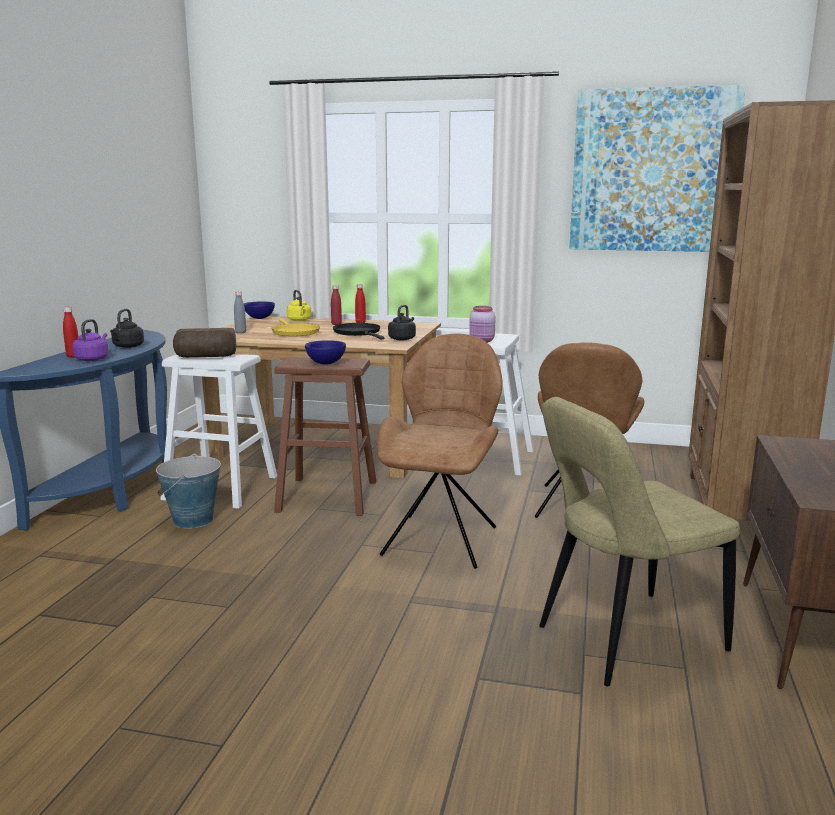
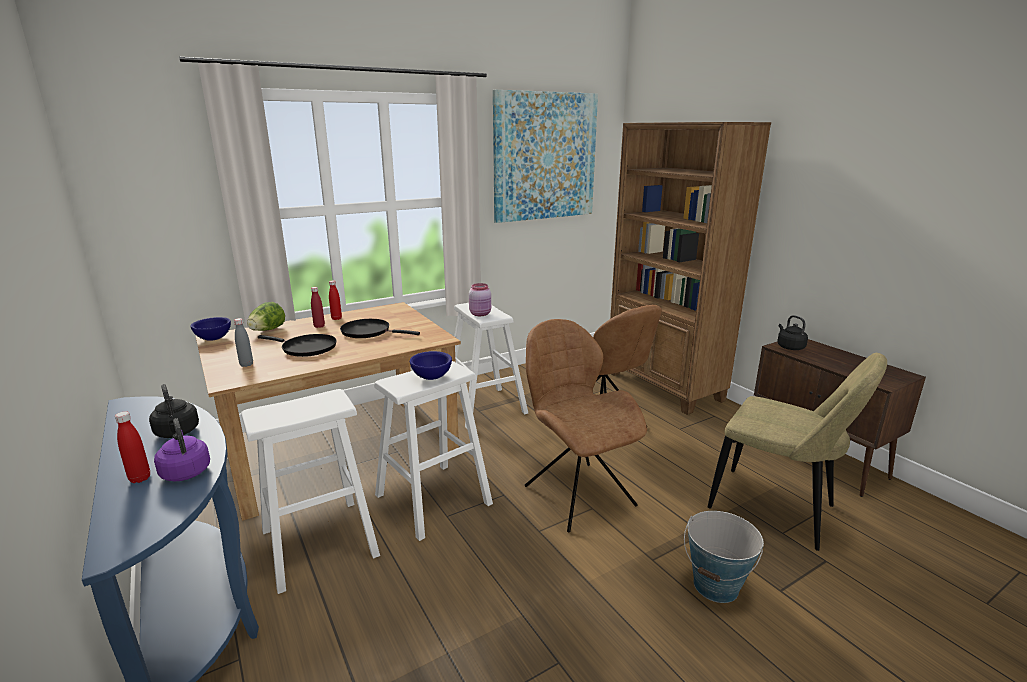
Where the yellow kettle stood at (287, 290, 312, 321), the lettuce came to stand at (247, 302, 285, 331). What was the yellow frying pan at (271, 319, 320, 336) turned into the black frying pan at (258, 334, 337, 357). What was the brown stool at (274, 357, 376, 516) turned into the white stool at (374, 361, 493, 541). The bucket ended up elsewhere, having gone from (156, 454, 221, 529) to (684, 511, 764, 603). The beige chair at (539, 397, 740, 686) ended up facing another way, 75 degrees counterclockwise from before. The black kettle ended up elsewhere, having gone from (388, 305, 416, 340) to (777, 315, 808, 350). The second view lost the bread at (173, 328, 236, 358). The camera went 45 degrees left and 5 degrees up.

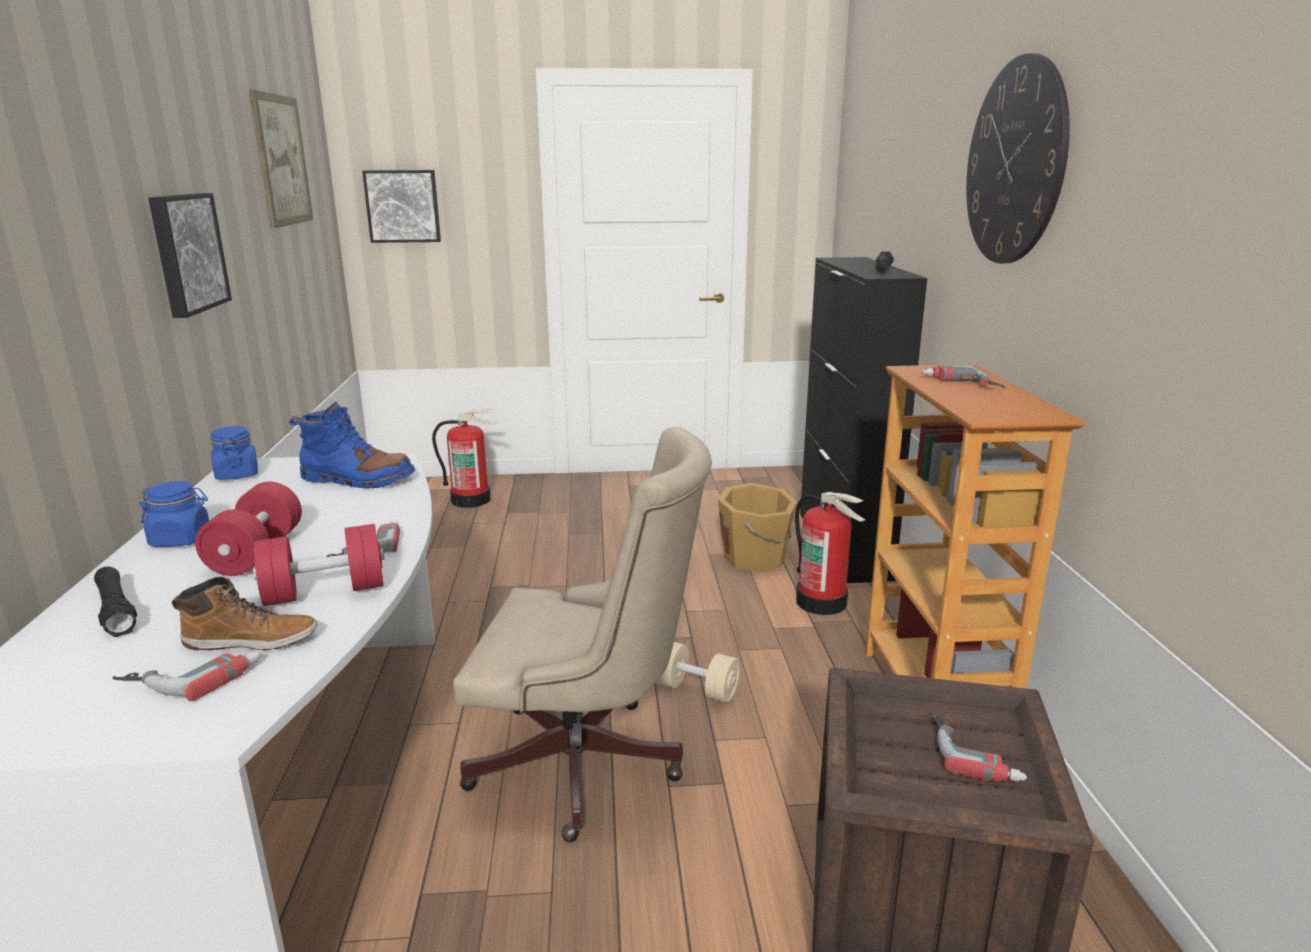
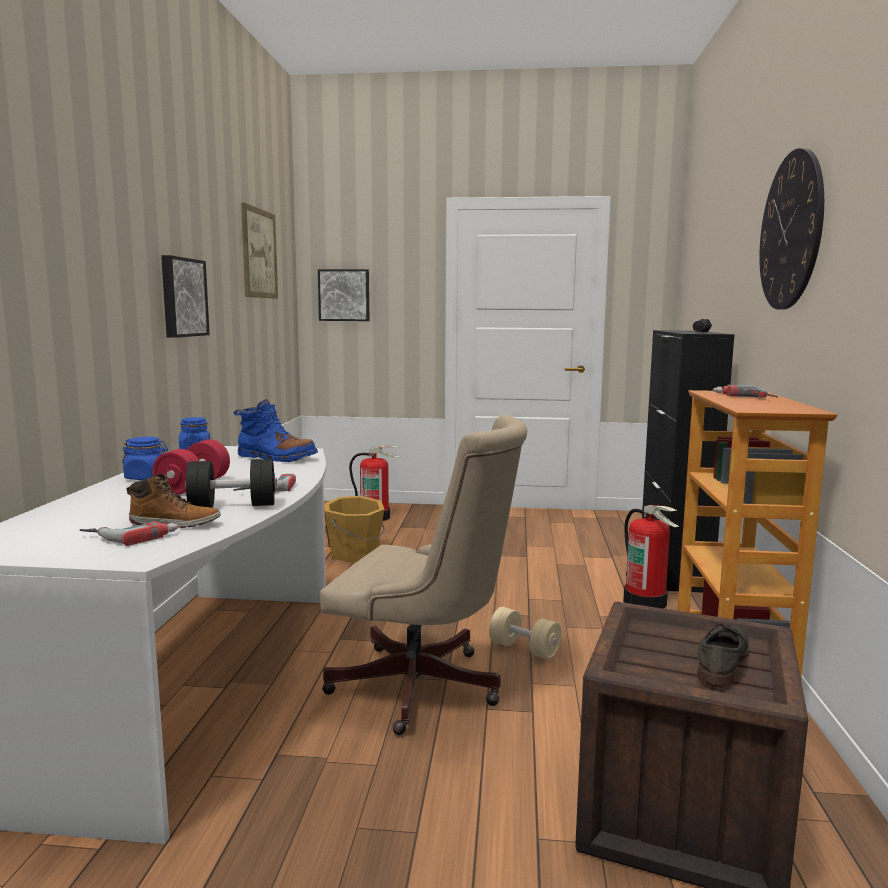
What was the red dumbbell at (253, 524, 384, 606) turned into the black dumbbell at (185, 459, 277, 508). The orange bucket ended up elsewhere, having gone from (718, 483, 797, 572) to (324, 496, 384, 562). Where the power drill stood at (929, 711, 1027, 782), the grey shoe came to stand at (697, 622, 749, 688). The second view lost the black flashlight at (94, 566, 137, 637). The camera went 10 degrees right and 10 degrees down.

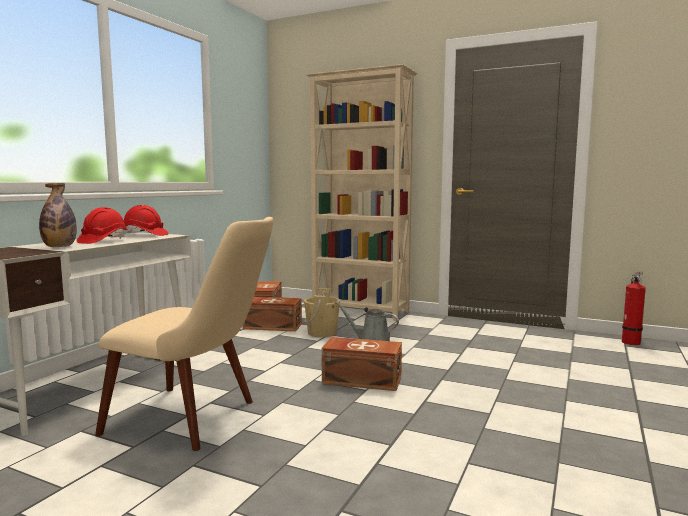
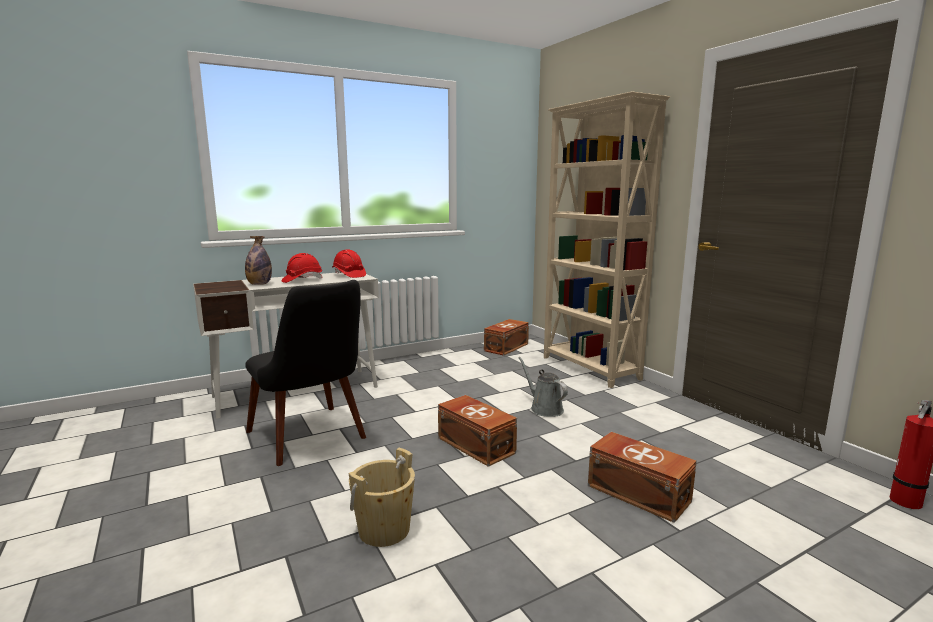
What was the beige chair at (95, 217, 273, 451) turned into the black chair at (245, 280, 366, 466). The beige bucket ended up elsewhere, having gone from (304, 288, 340, 337) to (348, 447, 415, 547). The brown storage box ended up elsewhere, having gone from (242, 297, 302, 331) to (588, 432, 697, 523). The camera went 35 degrees right and 5 degrees up.

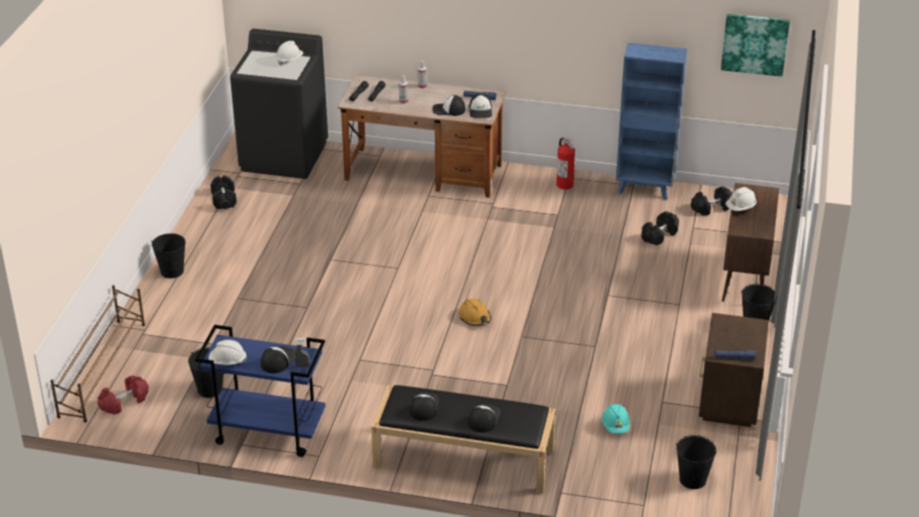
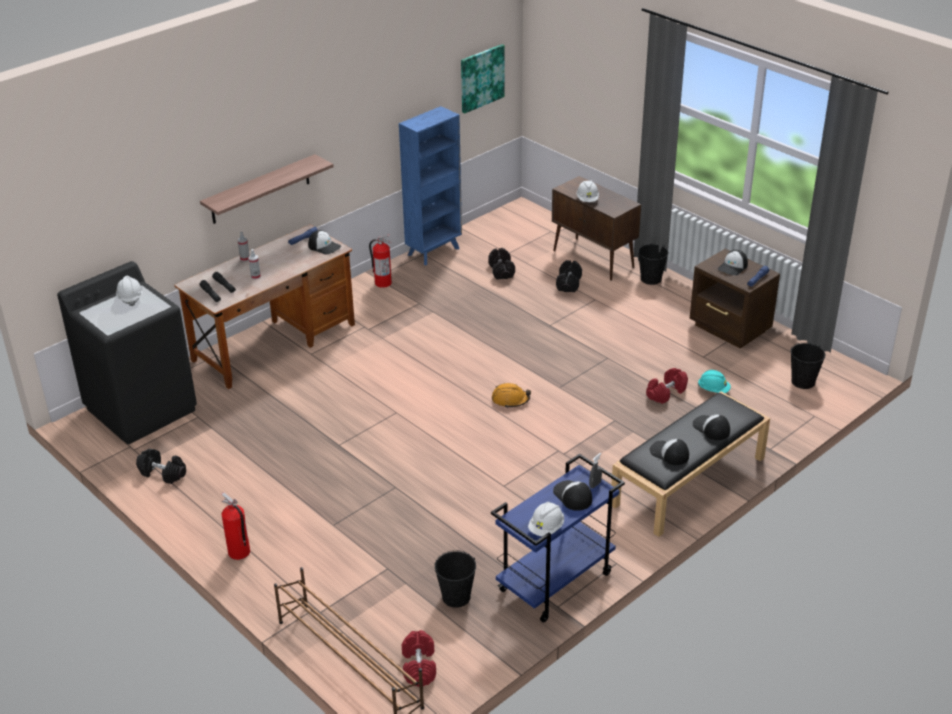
The second view gained the shelf at (200, 154, 334, 224). Where the black bucket stood at (151, 233, 185, 278), the fire extinguisher came to stand at (221, 492, 250, 560). The black dumbbell ended up elsewhere, having gone from (691, 186, 733, 216) to (556, 260, 582, 292). The second view gained the red dumbbell at (646, 368, 688, 404). The cap ended up elsewhere, having gone from (432, 95, 465, 116) to (718, 250, 748, 275). The camera went 55 degrees left and 0 degrees up.

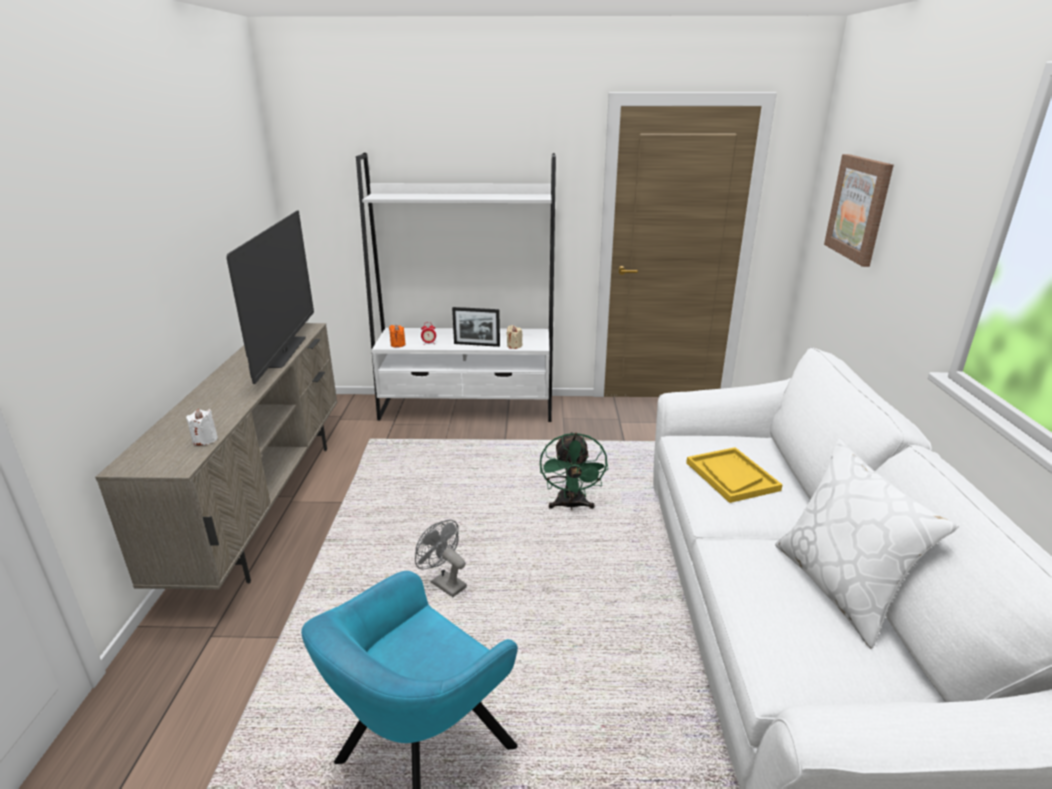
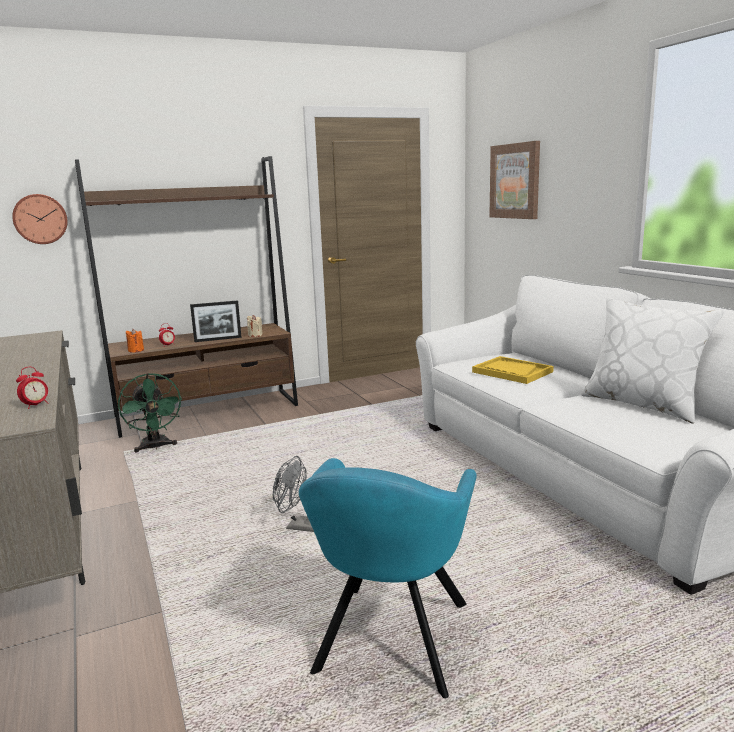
The second view gained the wall clock at (12, 194, 68, 244). Where the white candle stood at (186, 409, 218, 445), the alarm clock came to stand at (16, 367, 49, 409). What was the white bookcase at (356, 153, 556, 422) turned into the brown bookcase at (75, 156, 298, 438). The green fan ended up elsewhere, having gone from (540, 432, 608, 511) to (118, 373, 182, 452). The second view lost the television at (226, 211, 314, 384). The camera went 25 degrees left and 10 degrees down.

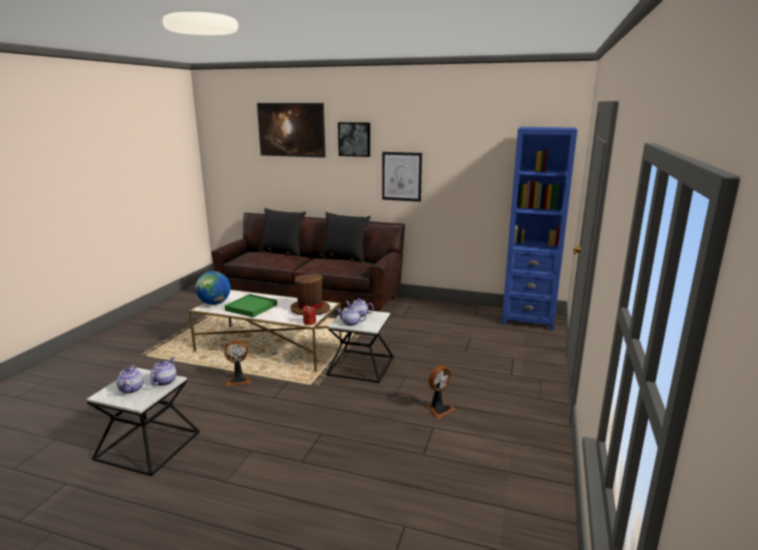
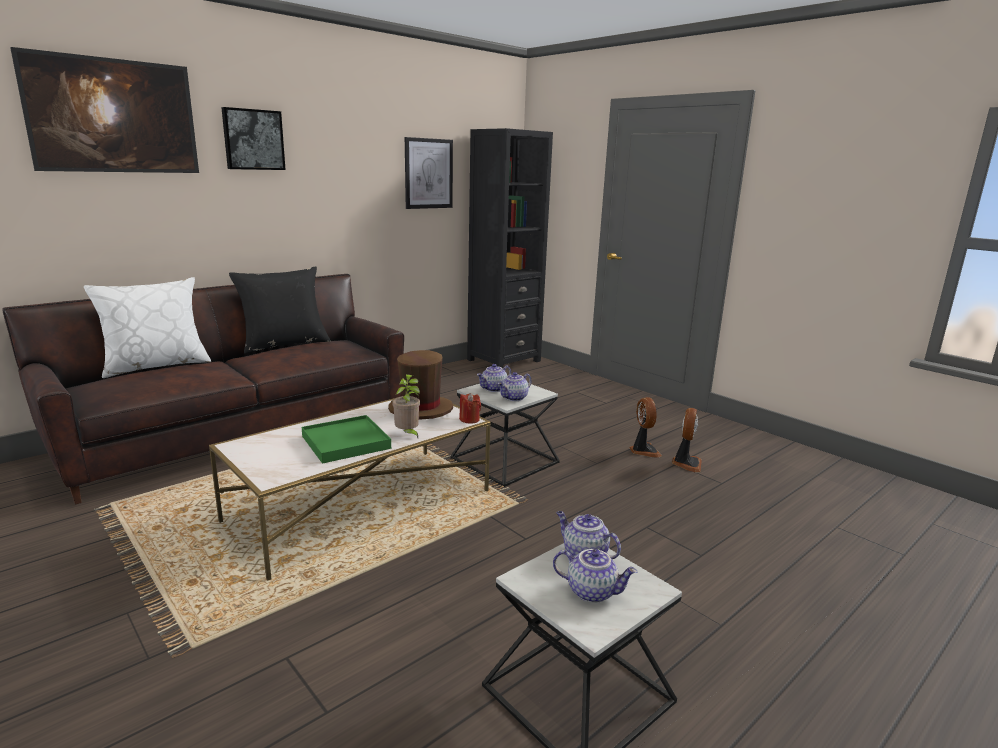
What was the black pillow at (258, 208, 306, 257) turned into the white pillow at (84, 277, 211, 378). The second view gained the potted plant at (392, 374, 420, 438). The picture ended up elsewhere, having gone from (382, 152, 422, 202) to (405, 137, 453, 209). What was the blue bookcase at (502, 127, 577, 330) turned into the black bookcase at (467, 128, 553, 368). The fan ended up elsewhere, having gone from (224, 340, 251, 386) to (672, 408, 702, 473). The second view lost the globe at (195, 271, 231, 305). The camera went 60 degrees left and 0 degrees up.

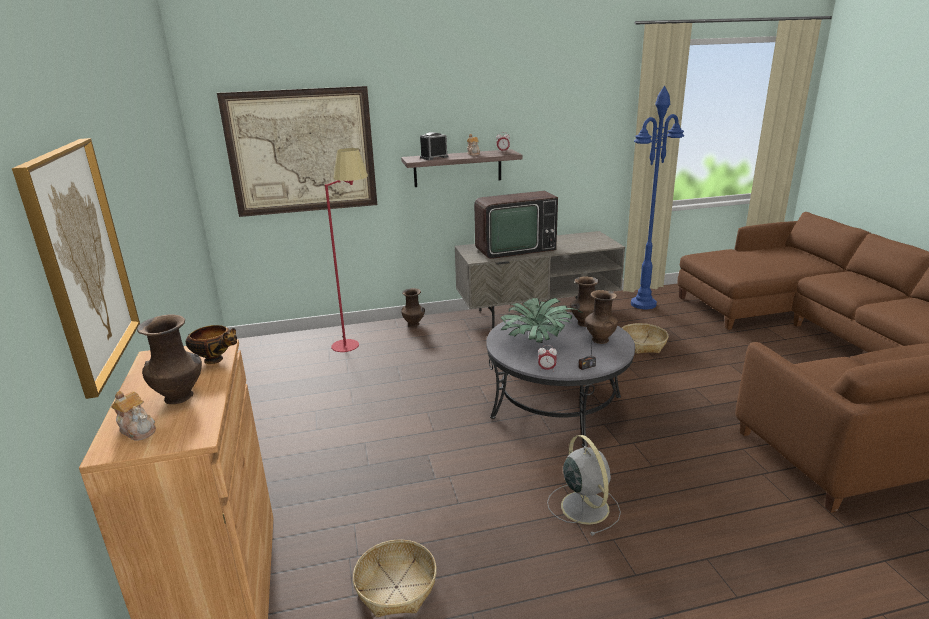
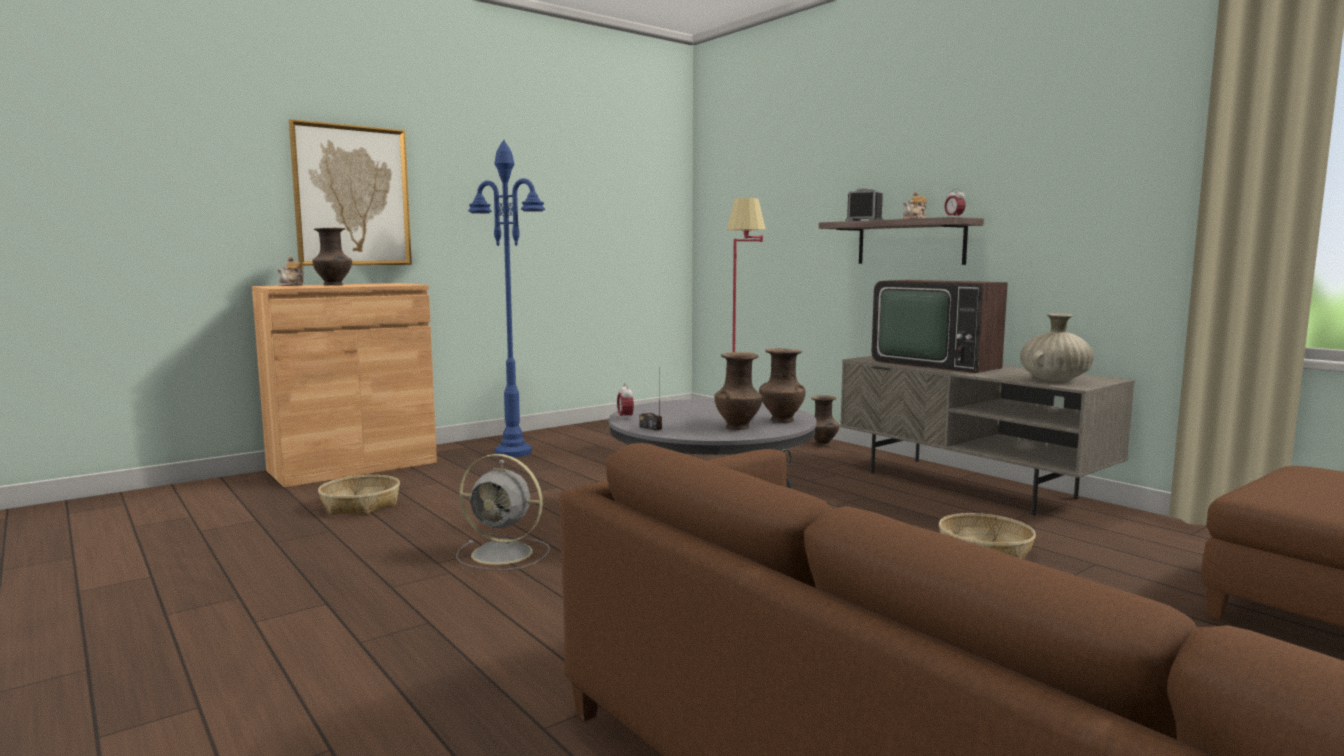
The grey fan at (547, 435, 621, 536) ended up facing another way, 60 degrees clockwise from before. The blue floor lamp ended up elsewhere, having gone from (631, 86, 684, 309) to (468, 140, 545, 457). The second view gained the beige vase at (1020, 313, 1094, 382). The second view lost the bowl at (186, 325, 237, 364). The second view lost the picture at (217, 86, 377, 217). The second view lost the potted plant at (501, 298, 583, 343). The camera went 65 degrees right and 15 degrees down.

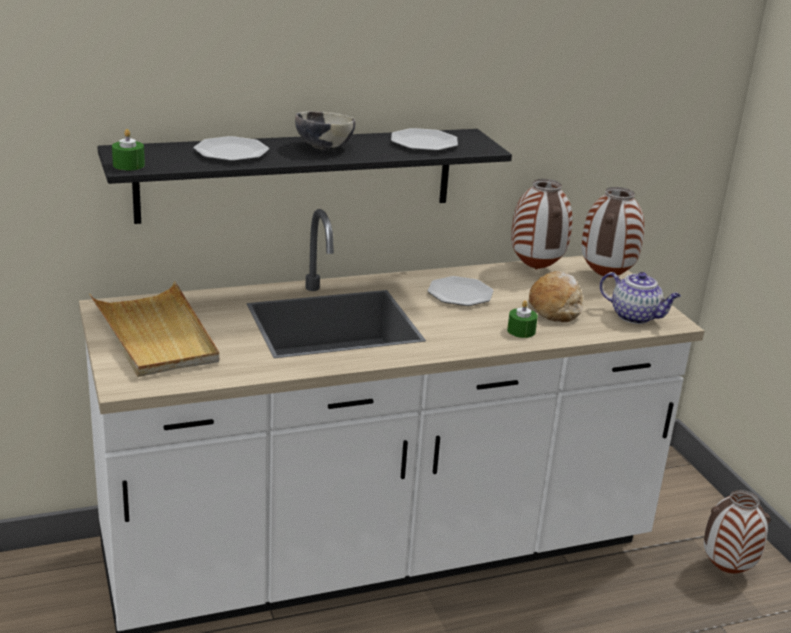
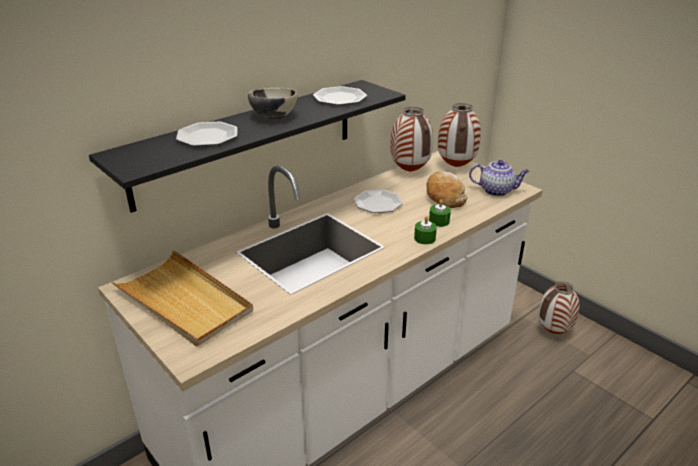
The green candle ended up elsewhere, having gone from (112, 129, 145, 171) to (414, 216, 437, 244). The camera went 20 degrees left and 5 degrees up.

